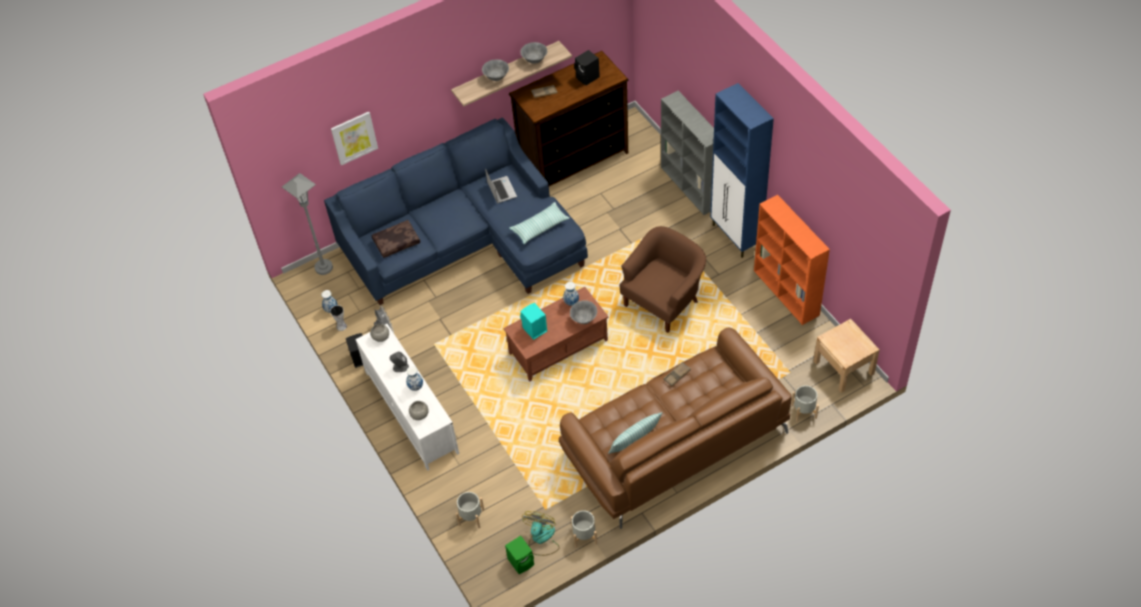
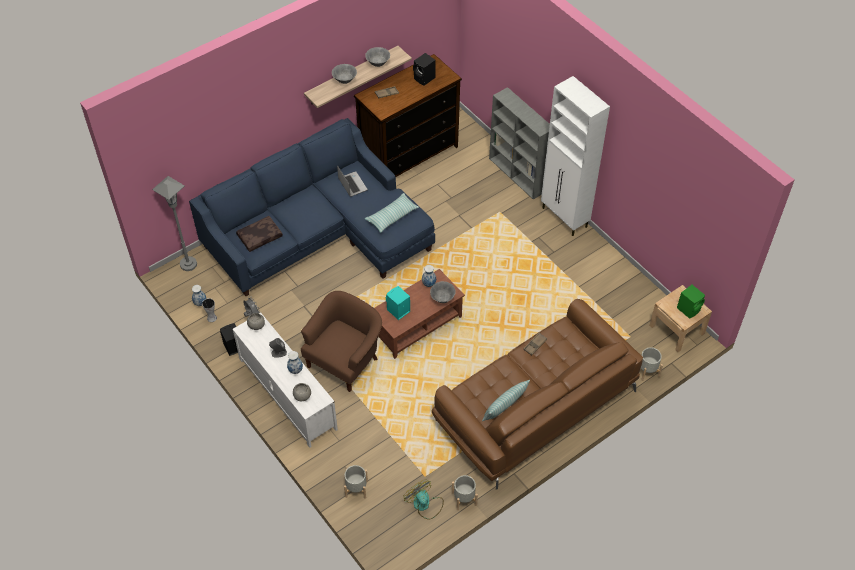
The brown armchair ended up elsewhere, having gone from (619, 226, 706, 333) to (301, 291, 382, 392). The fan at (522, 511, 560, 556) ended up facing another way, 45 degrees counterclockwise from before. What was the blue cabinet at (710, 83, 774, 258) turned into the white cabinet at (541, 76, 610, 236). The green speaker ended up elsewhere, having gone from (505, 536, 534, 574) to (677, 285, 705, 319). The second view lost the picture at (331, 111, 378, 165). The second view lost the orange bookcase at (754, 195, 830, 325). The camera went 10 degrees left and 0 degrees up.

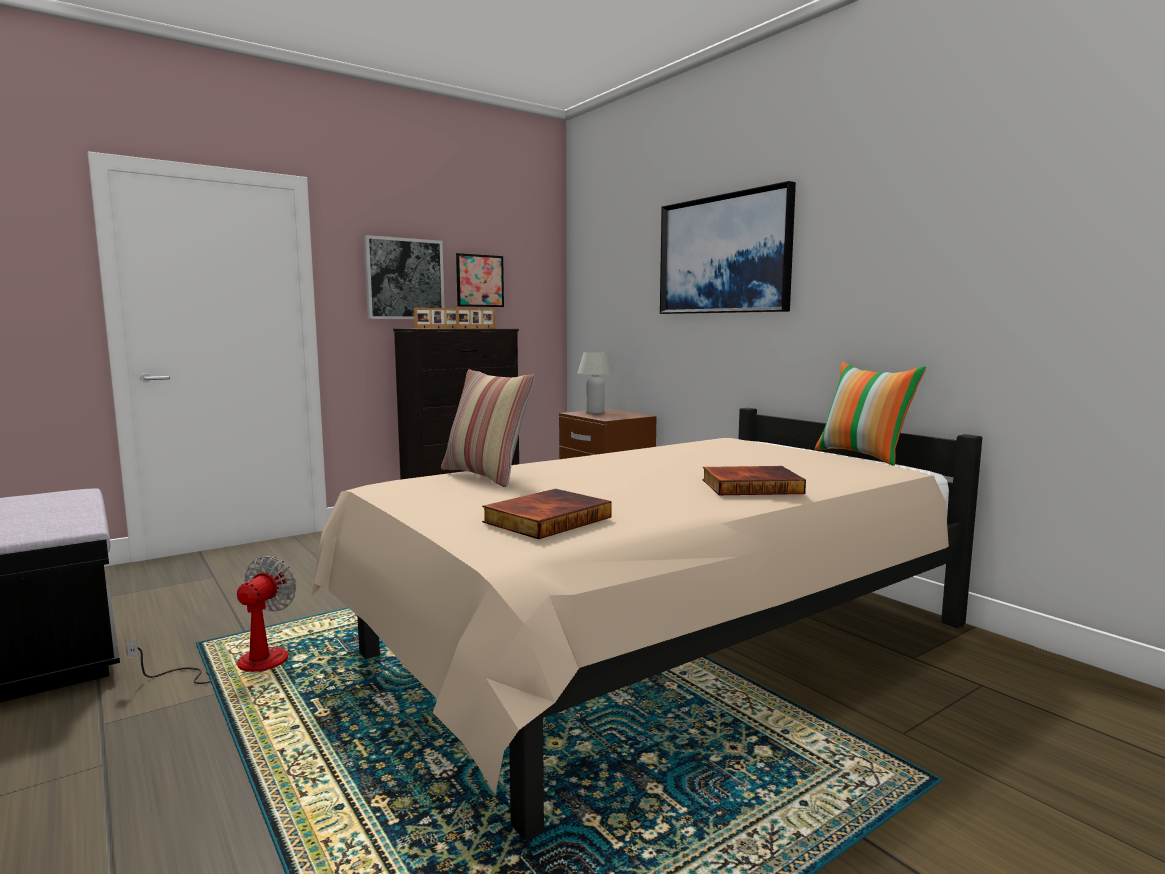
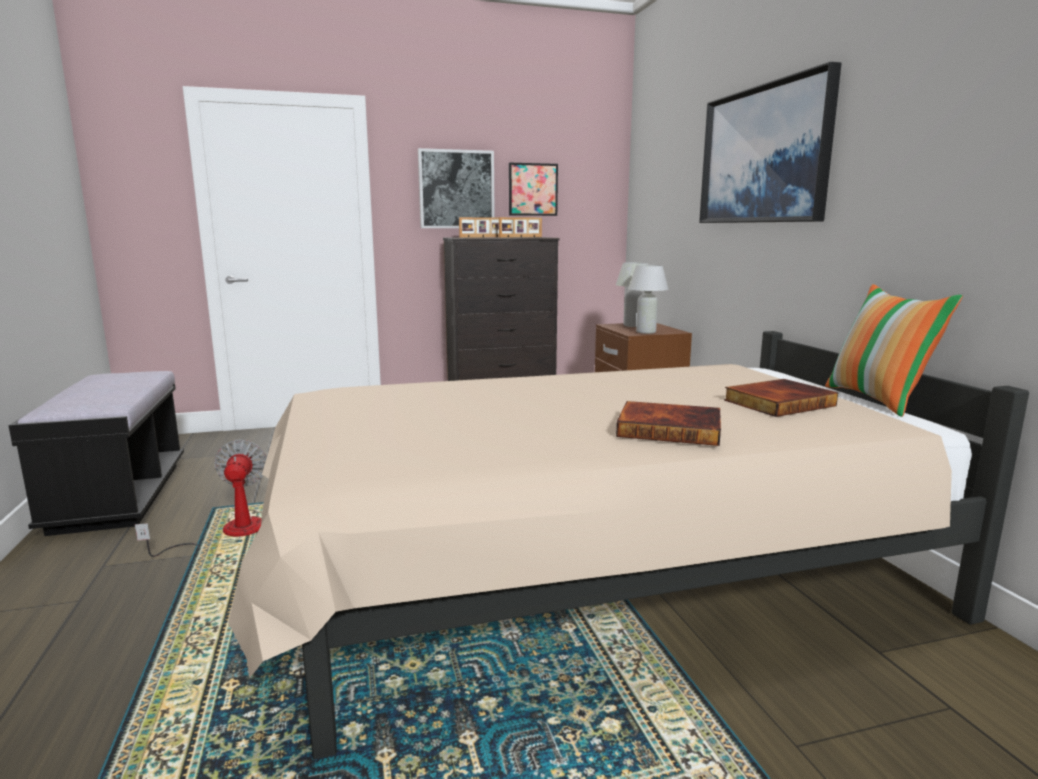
The fan at (125, 556, 297, 684) ended up facing another way, 45 degrees counterclockwise from before. The second view gained the white table lamp at (628, 265, 669, 334). The book ended up elsewhere, having gone from (482, 489, 612, 539) to (724, 379, 838, 417). The second view lost the pillow at (441, 369, 535, 487). The camera went 20 degrees right and 5 degrees up.

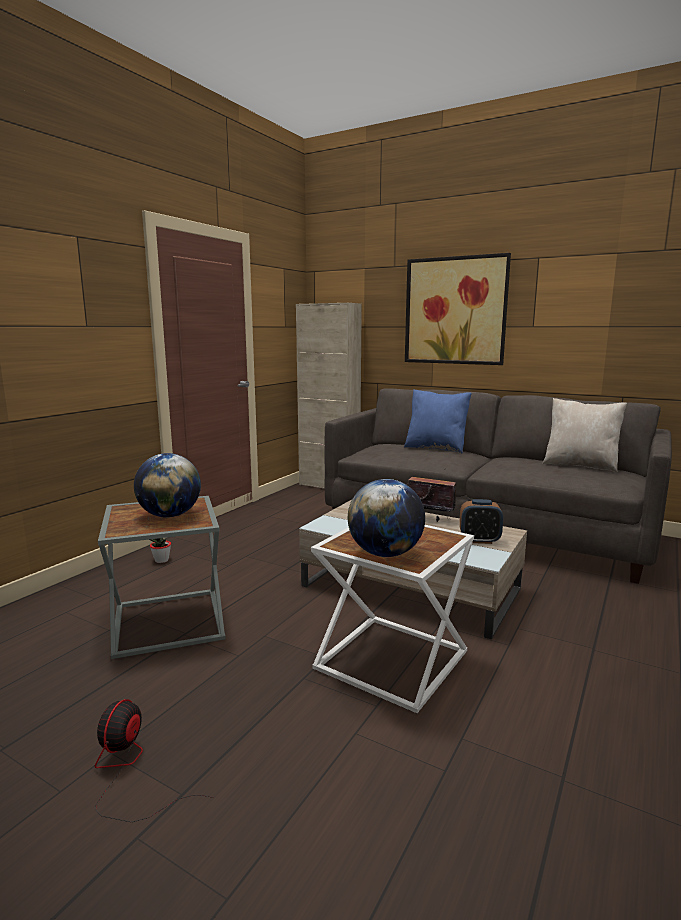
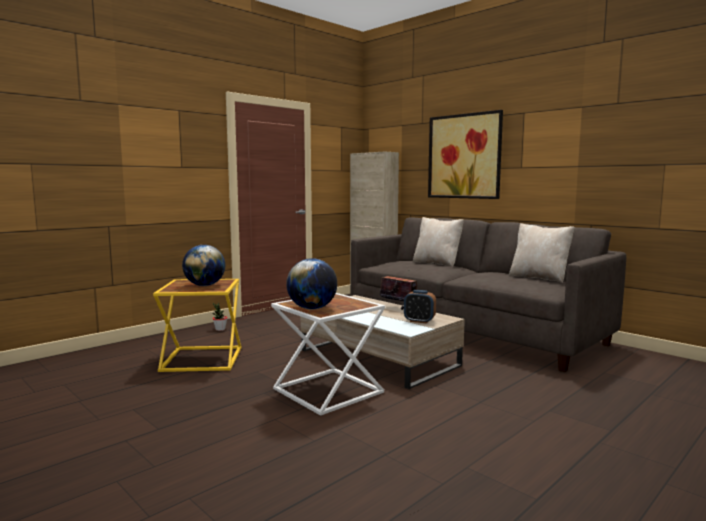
What was the grey side table at (98, 496, 226, 659) turned into the yellow side table at (153, 279, 242, 372). What was the blue pillow at (404, 389, 472, 454) turned into the beige pillow at (413, 217, 464, 267). The second view lost the fan at (95, 699, 214, 822). The camera went 15 degrees right and 5 degrees down.

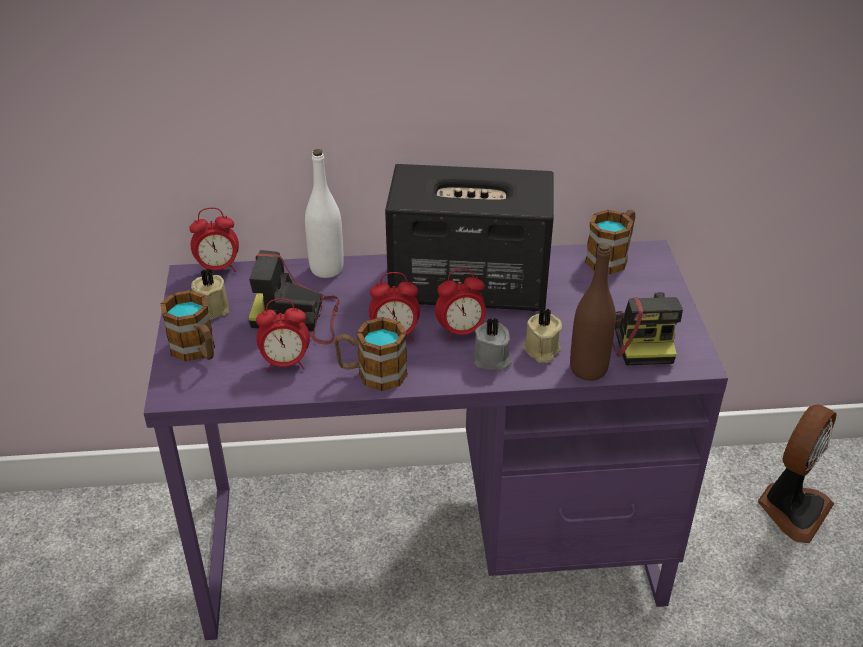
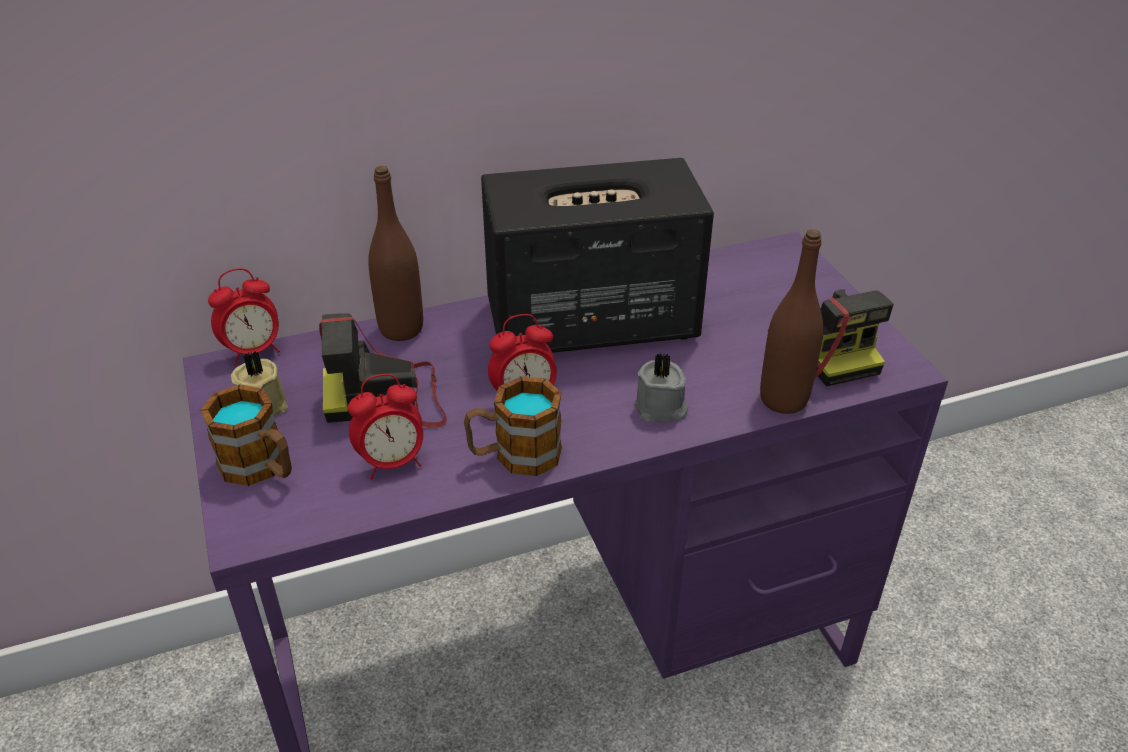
What was the white bottle at (305, 149, 344, 278) turned into the brown bottle at (368, 166, 423, 341). The second view lost the alarm clock at (435, 268, 486, 342). The second view lost the beige candle at (523, 307, 562, 363). The second view lost the mug at (585, 210, 635, 274). The second view lost the fan at (758, 404, 836, 543). The camera went 15 degrees left and 0 degrees up.

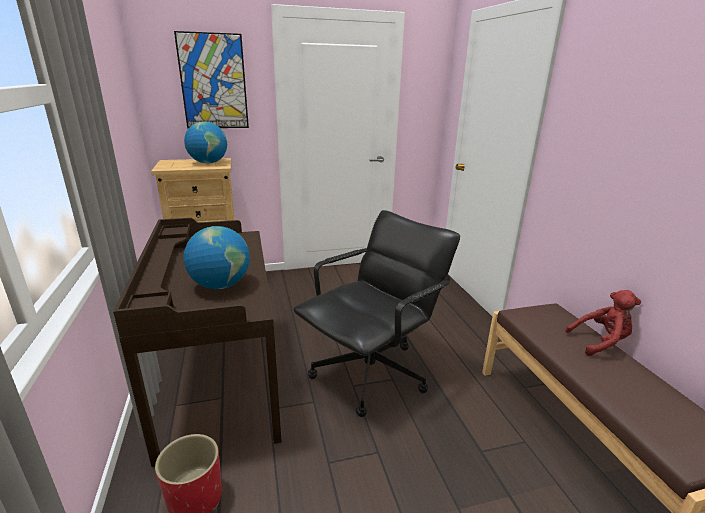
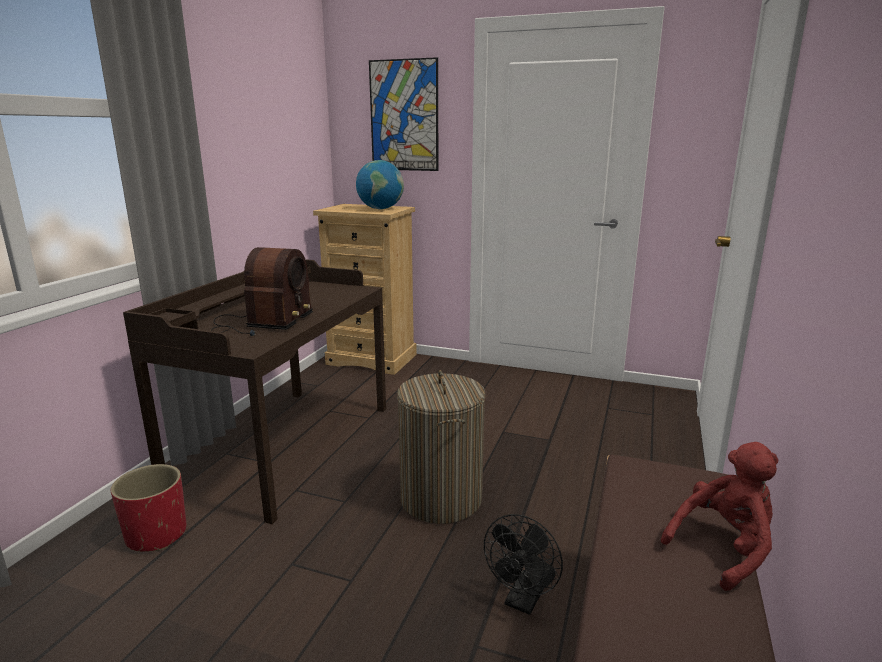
Where the globe stood at (184, 226, 250, 289), the radio came to stand at (211, 247, 313, 336). Where the black office chair stood at (293, 210, 460, 417), the laundry basket came to stand at (397, 370, 486, 524). The second view gained the black fan at (484, 514, 563, 615). The red plush toy at (565, 290, 641, 356) ended up facing another way, 60 degrees counterclockwise from before. The camera went 35 degrees right and 5 degrees down.

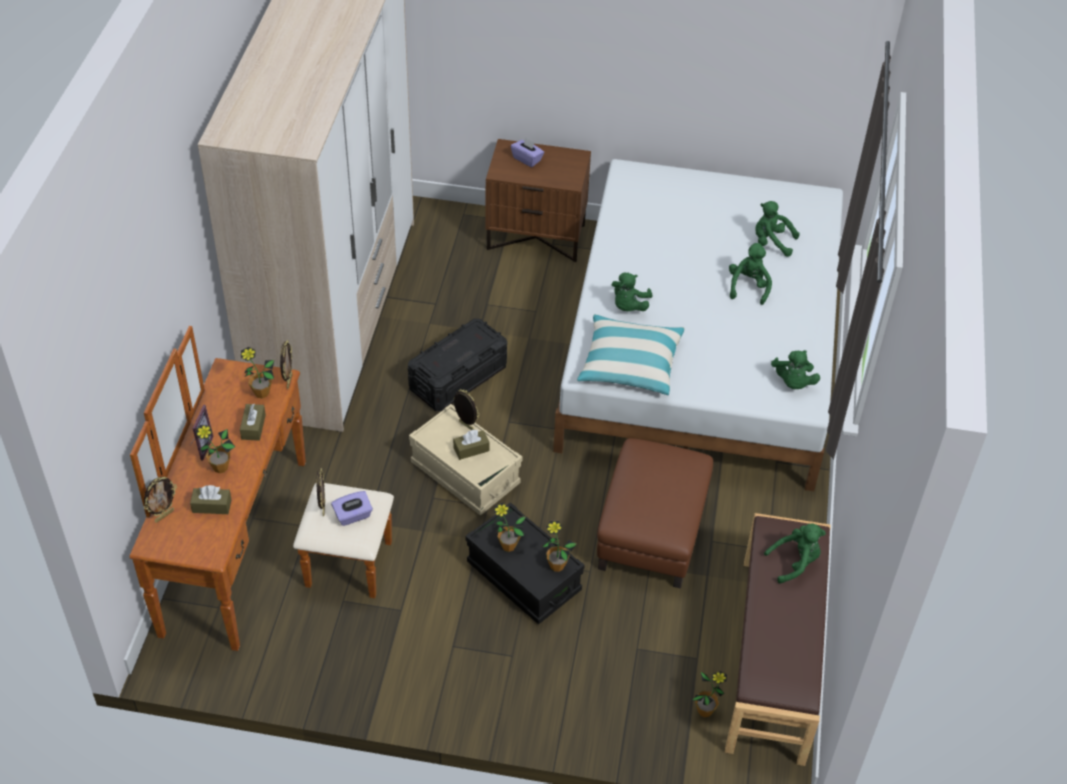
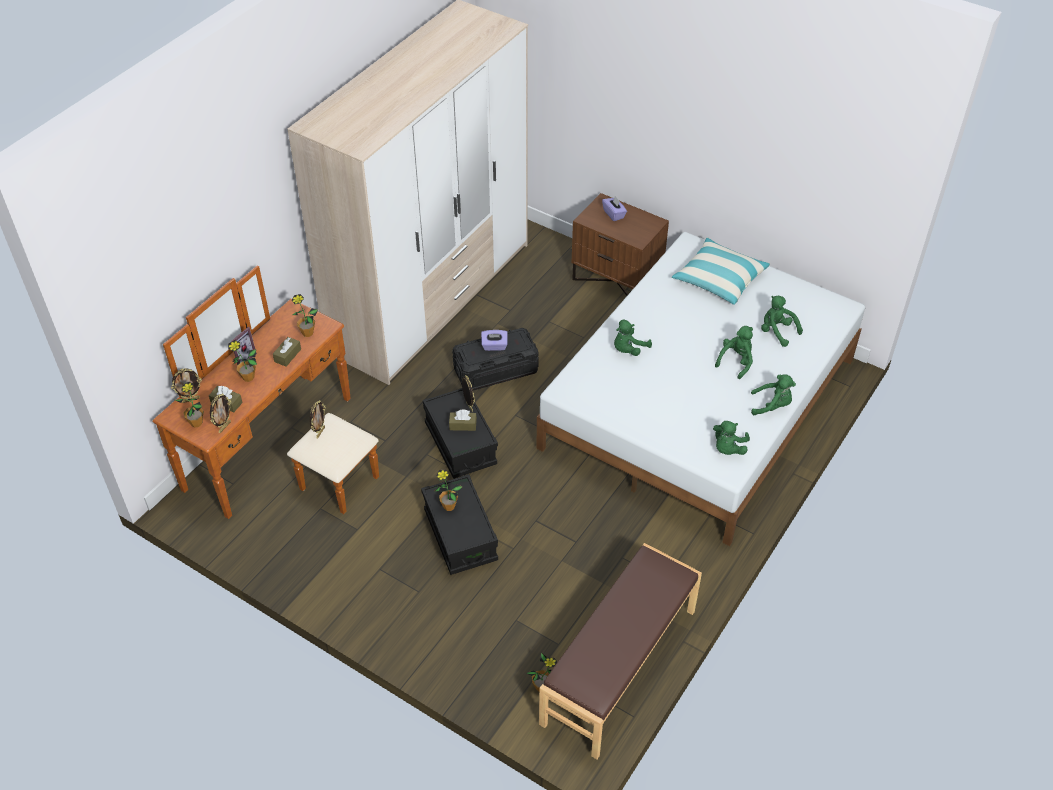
The potted plant ended up elsewhere, having gone from (542, 521, 577, 572) to (175, 382, 204, 427). The picture frame ended up elsewhere, having gone from (280, 340, 292, 389) to (210, 394, 231, 433). What was the beige storage box at (409, 404, 522, 515) turned into the black storage box at (423, 388, 498, 479). The purple tissue box ended up elsewhere, having gone from (331, 491, 373, 526) to (481, 330, 508, 351). The pillow ended up elsewhere, having gone from (577, 314, 685, 395) to (672, 237, 770, 305). The green plush toy ended up elsewhere, having gone from (764, 524, 826, 584) to (751, 374, 796, 415). The second view lost the brown ottoman at (597, 438, 713, 588). The camera went 25 degrees right and 0 degrees up.

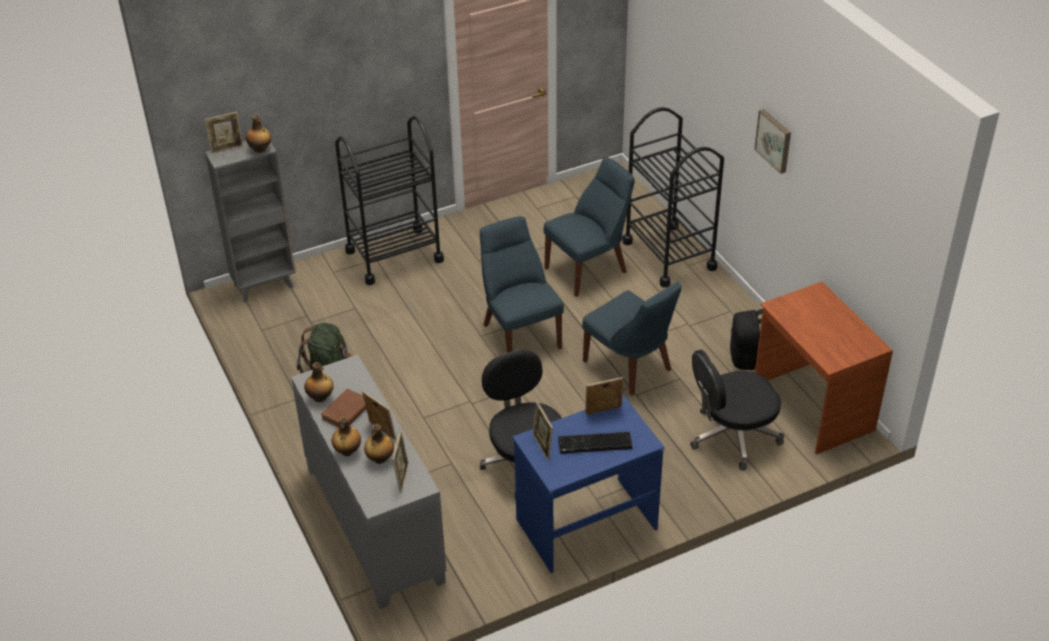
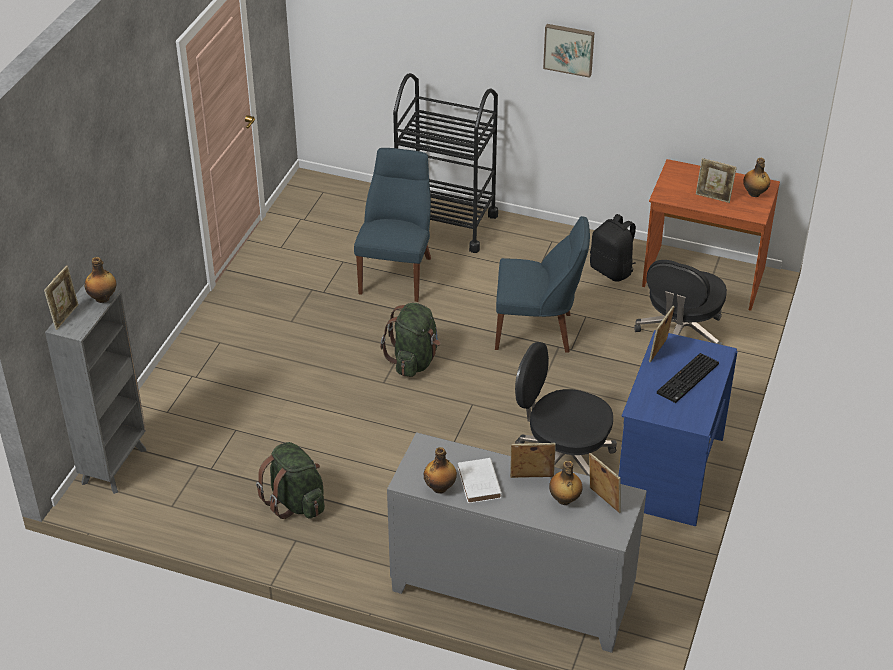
Where the blue chair stood at (480, 216, 564, 353), the green backpack came to stand at (380, 303, 440, 377). What was the brown book at (321, 389, 366, 427) turned into the white book at (458, 458, 502, 504). The picture frame ended up elsewhere, having gone from (533, 402, 553, 460) to (696, 158, 737, 203). The bottle ended up elsewhere, having gone from (332, 417, 361, 456) to (743, 158, 770, 197). The second view lost the black cart at (335, 116, 444, 285). The camera went 45 degrees left and 0 degrees up.

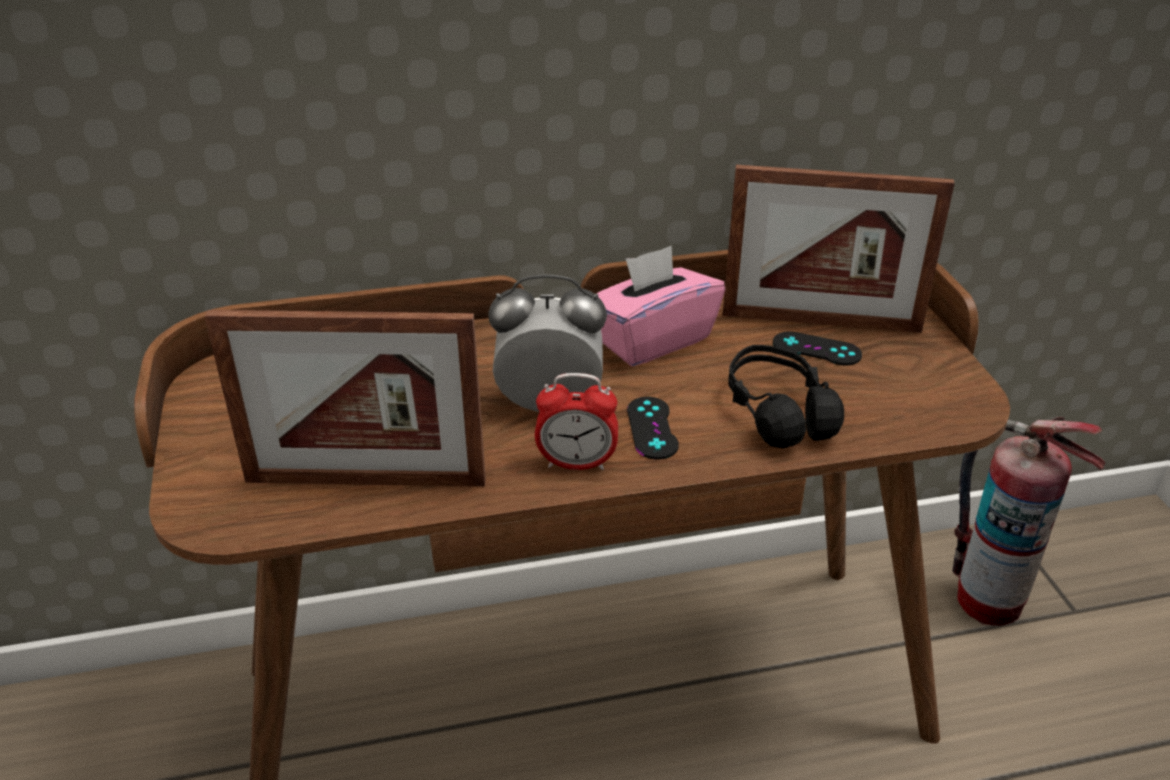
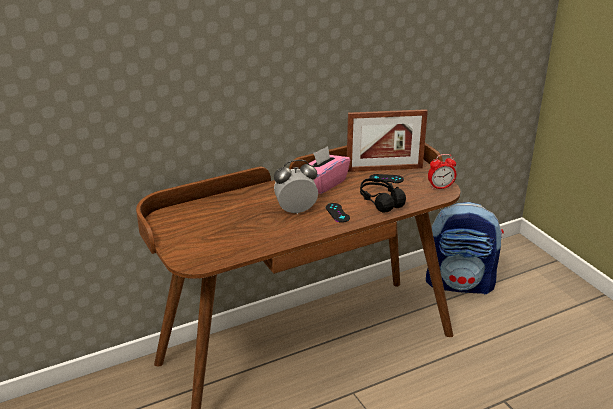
Where the fire extinguisher stood at (952, 417, 1105, 626), the backpack came to stand at (426, 202, 504, 295). The alarm clock ended up elsewhere, having gone from (535, 373, 618, 470) to (428, 154, 457, 190). The second view lost the picture frame at (204, 310, 486, 486). The camera went 15 degrees left and 5 degrees down.

